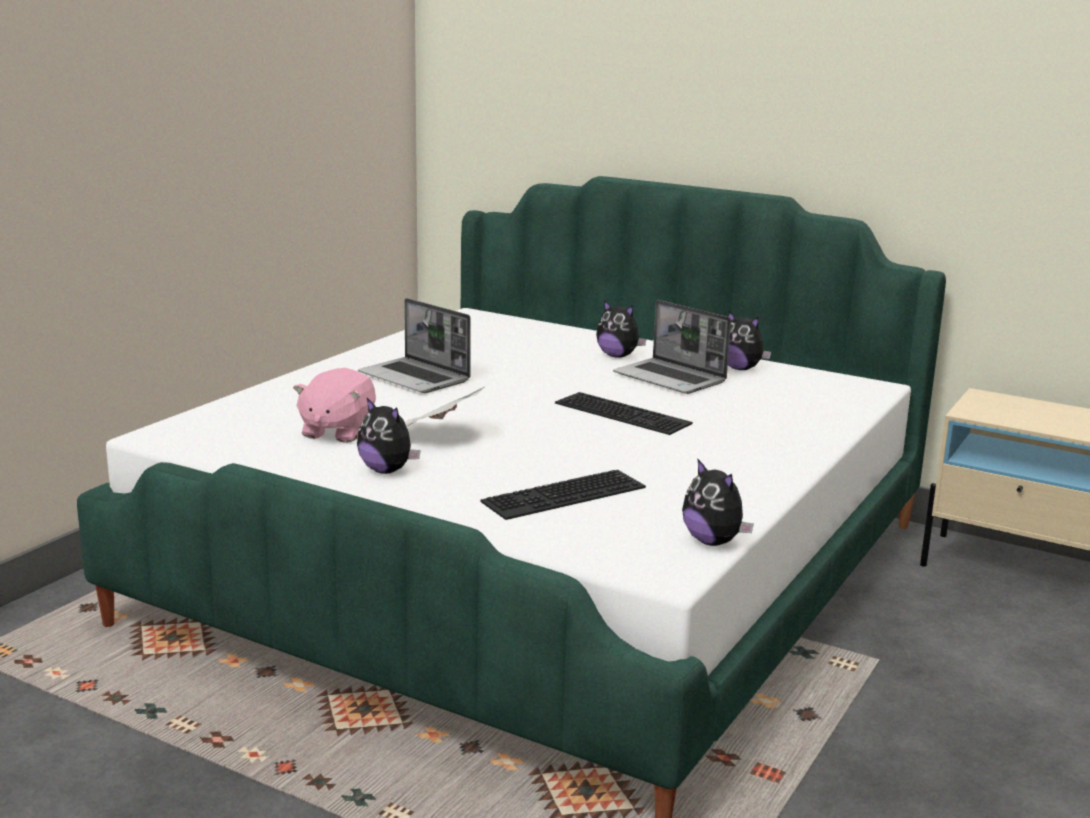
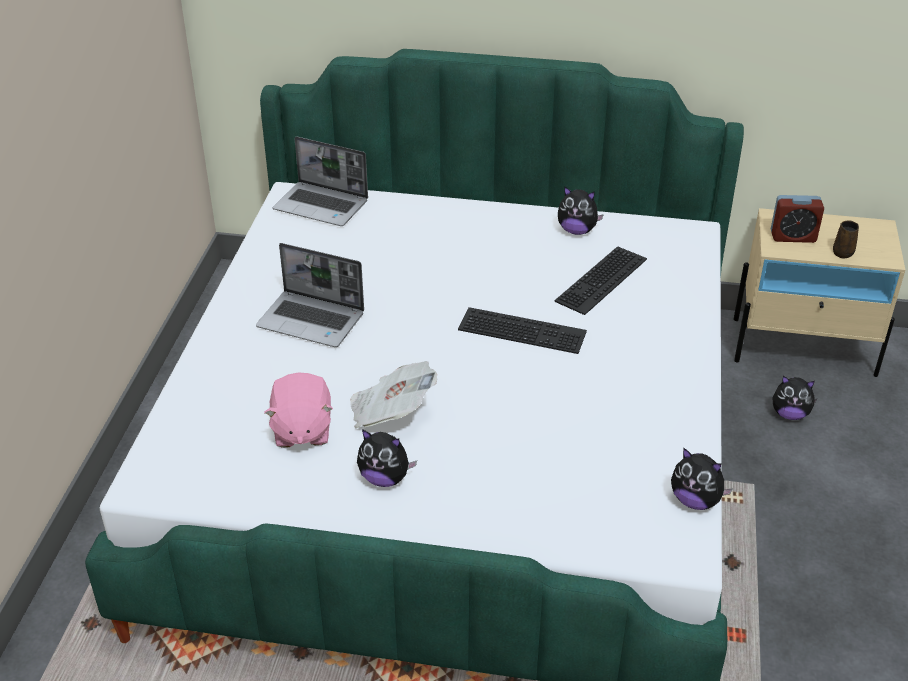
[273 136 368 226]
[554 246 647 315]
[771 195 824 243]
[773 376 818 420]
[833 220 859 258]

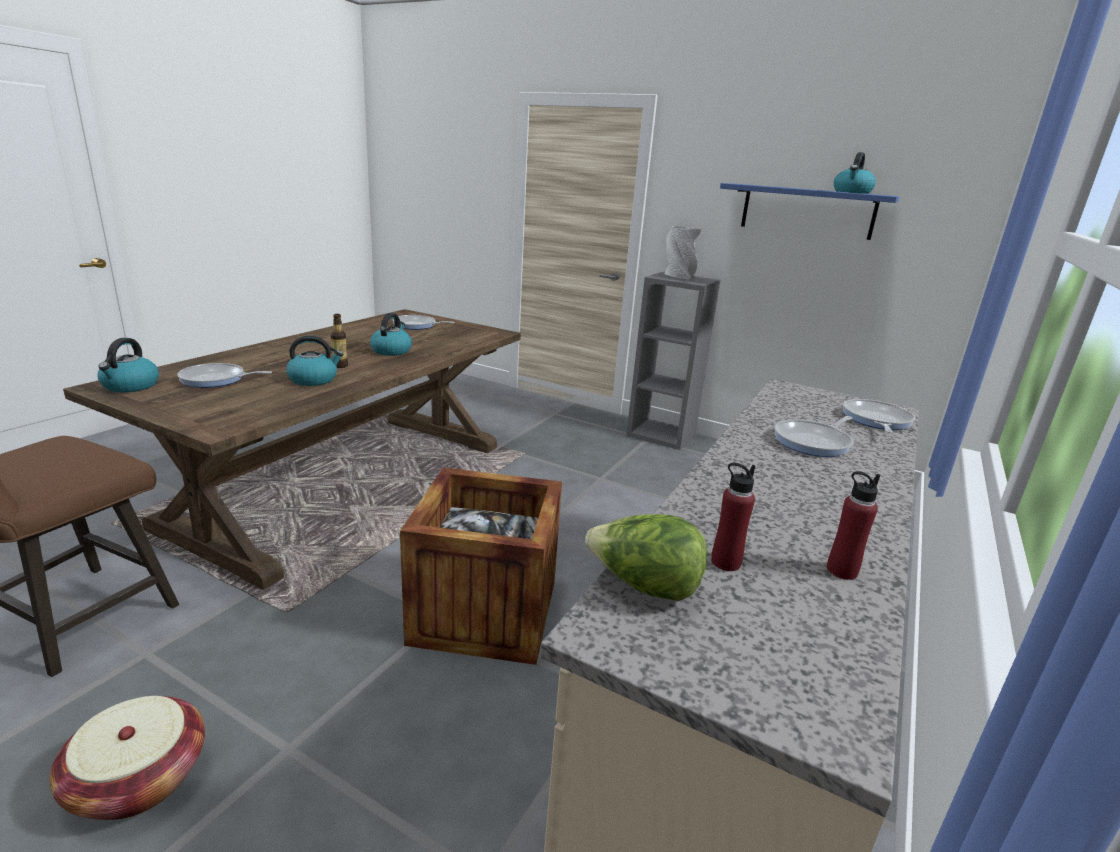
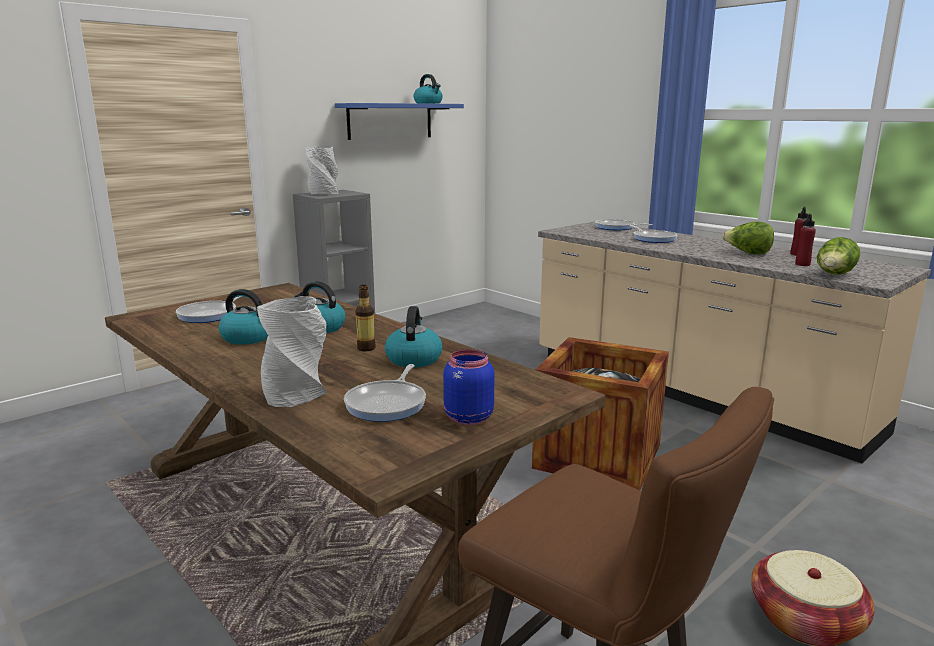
[219 289 268 345]
[257 296 327 407]
[443 349 495 425]
[722 221 774 254]

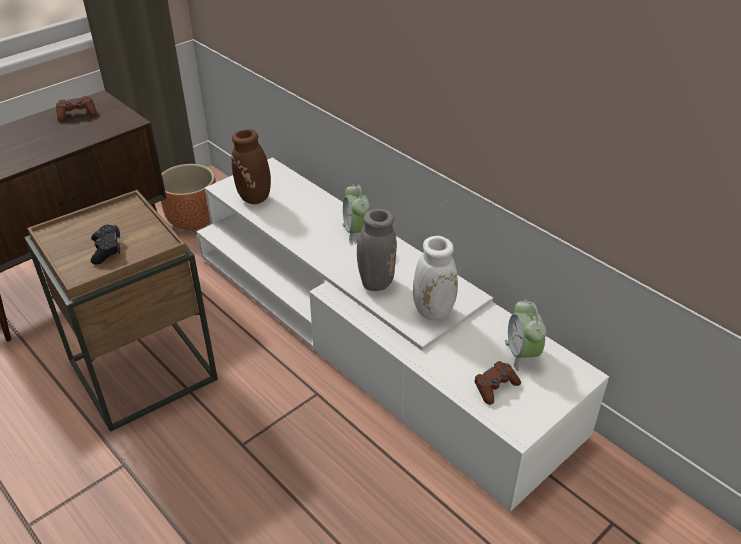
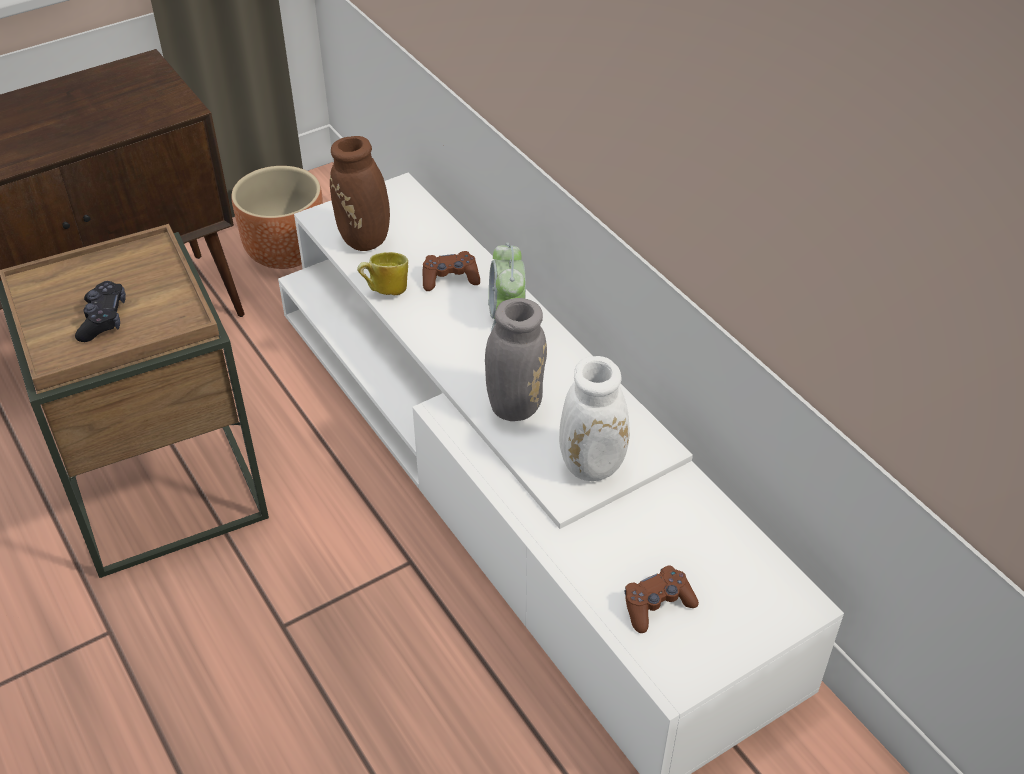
[357 252 408 295]
[422 251 480 291]
[505 299 546 371] (first image)

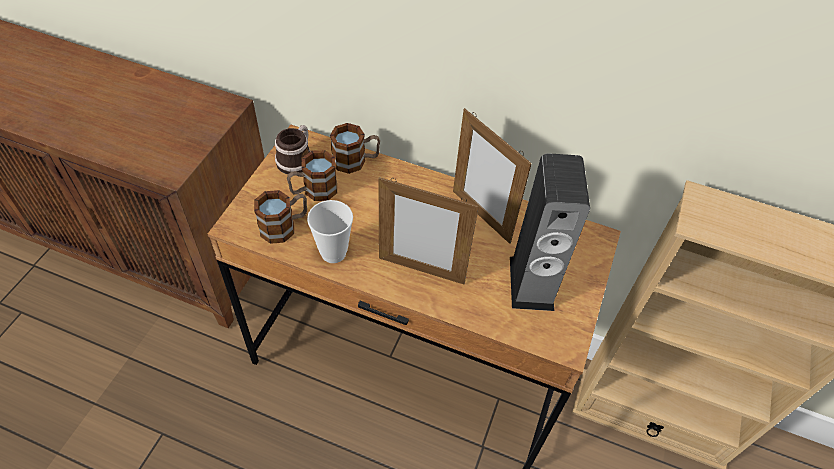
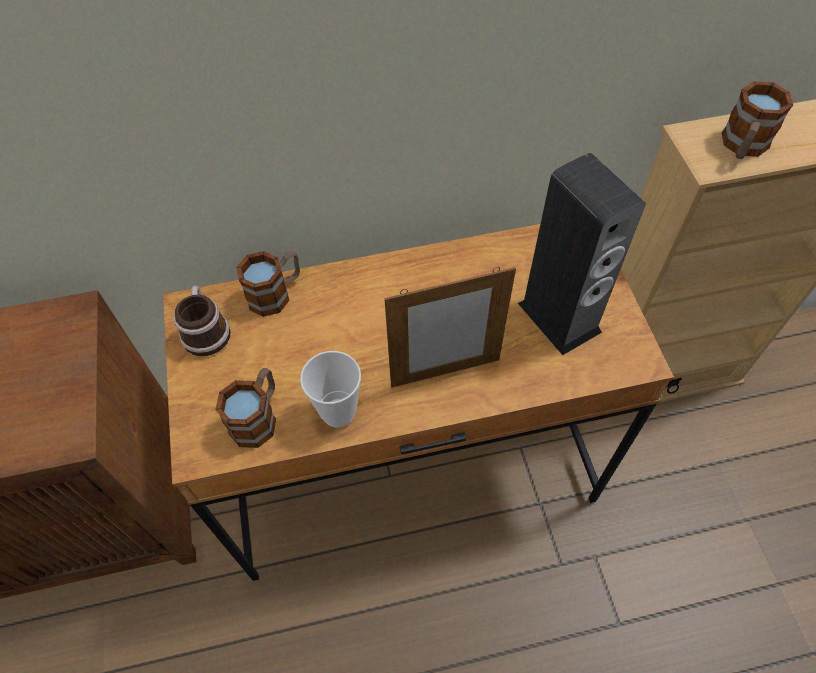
[722 81 793 159]
[453 108 532 244] (first image)

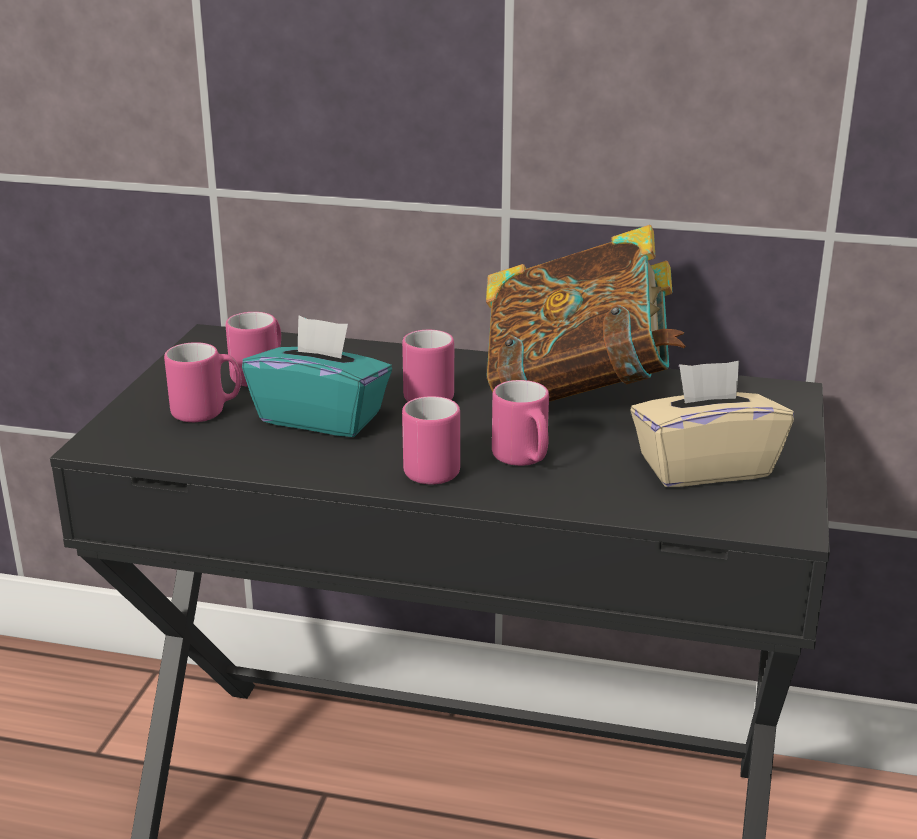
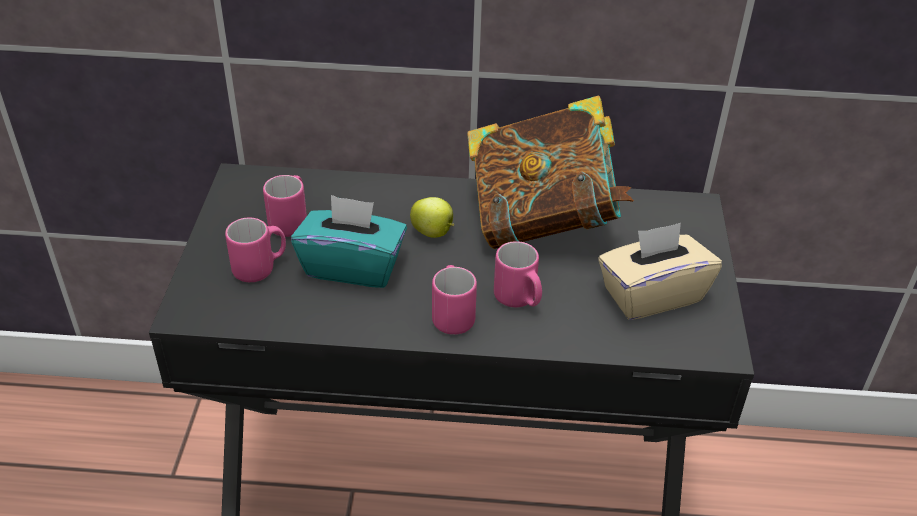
[410 197 454 238]

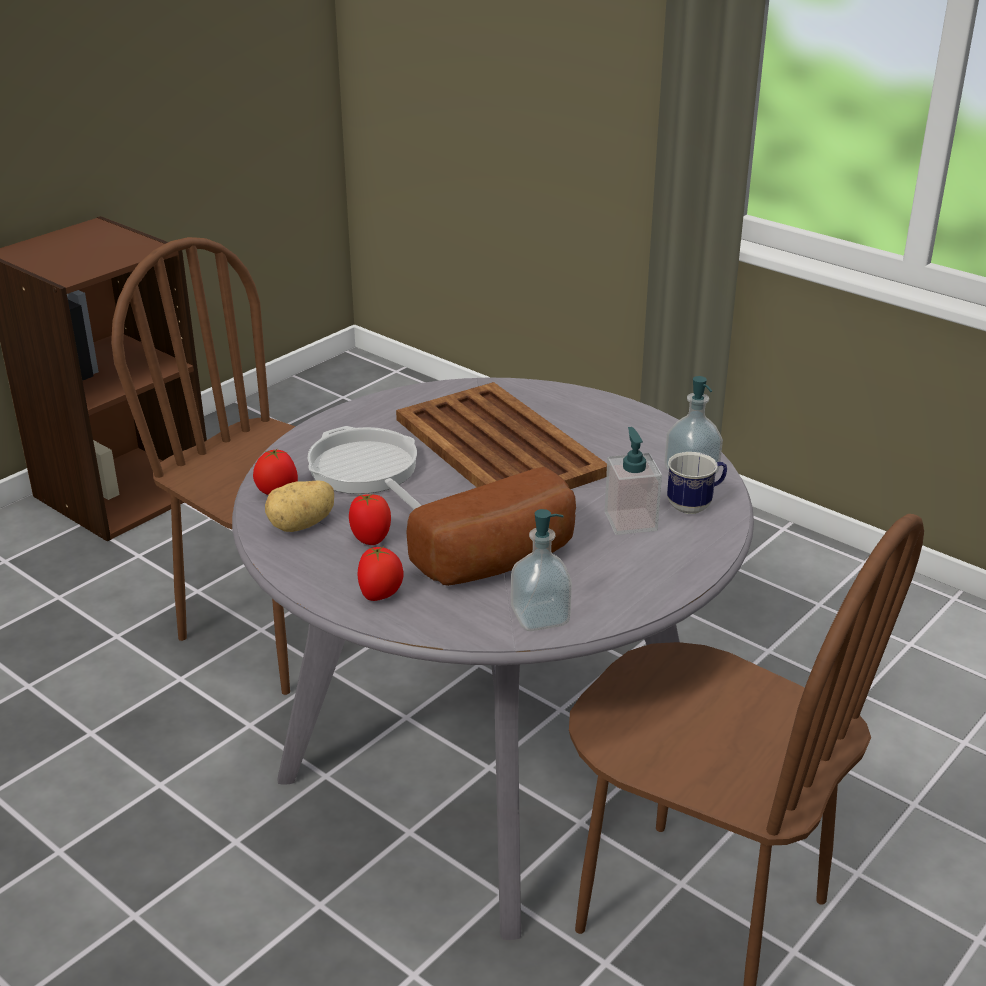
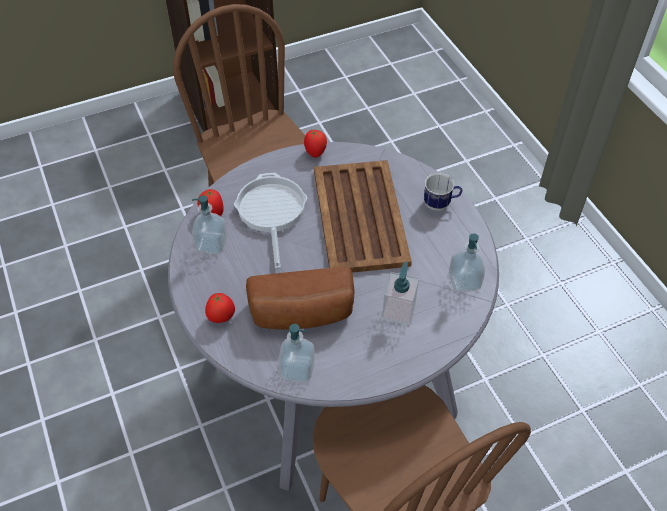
[192 195 227 254]
[304 129 327 158]
[424 173 462 210]

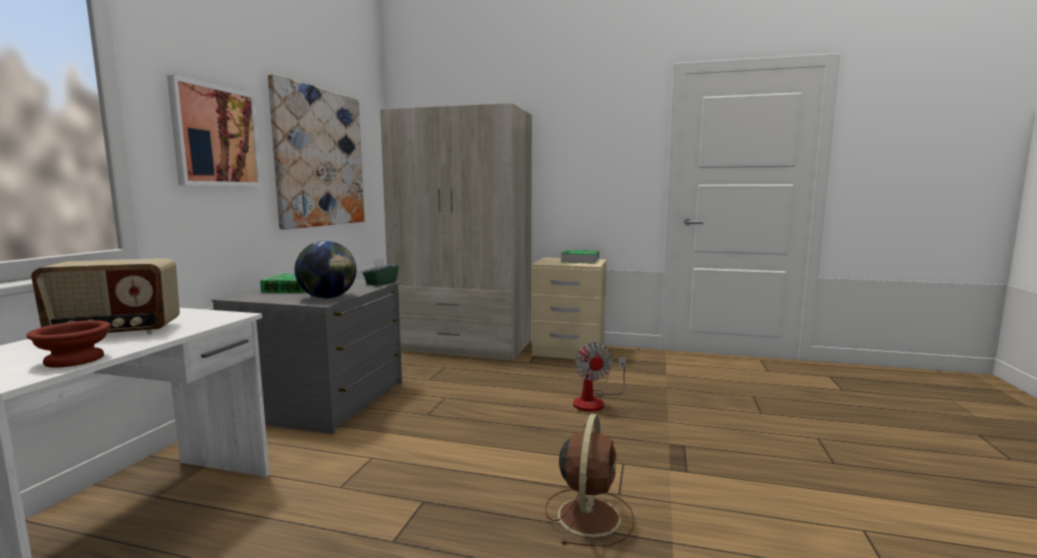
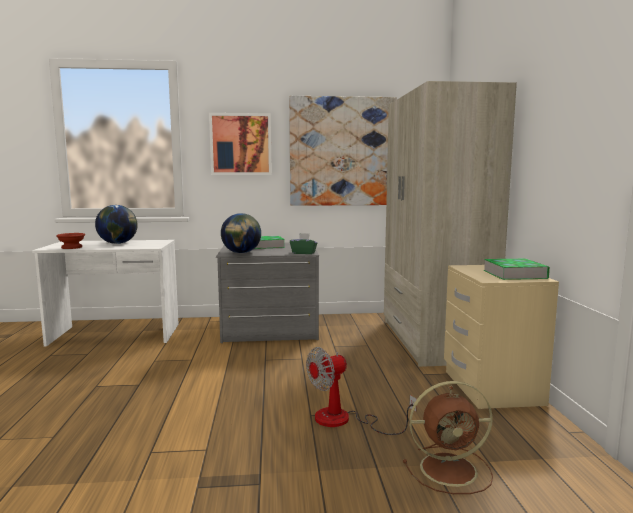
[95 205 138 244]
[403 381 493 494]

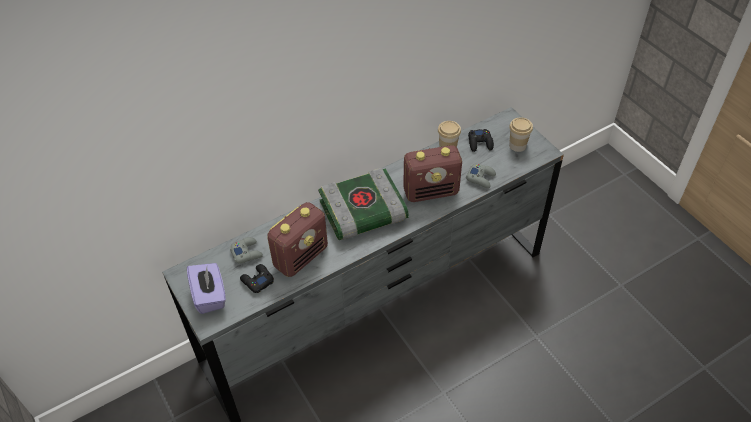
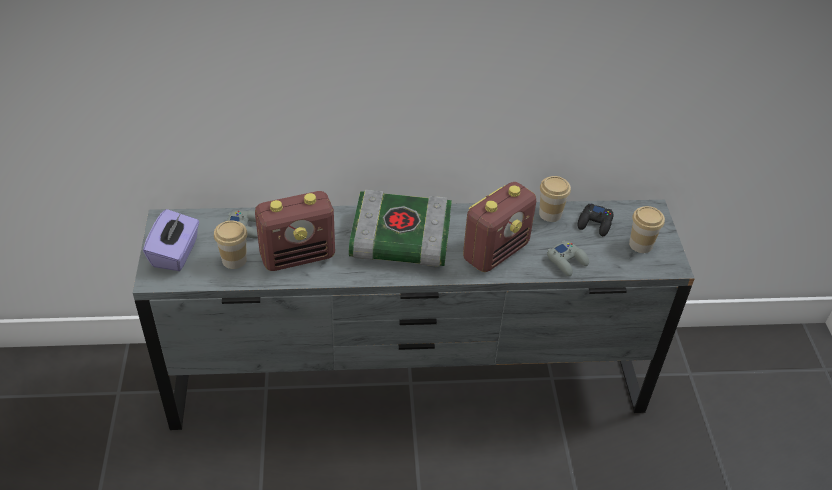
[214 220 247 269]
[463 182 536 272]

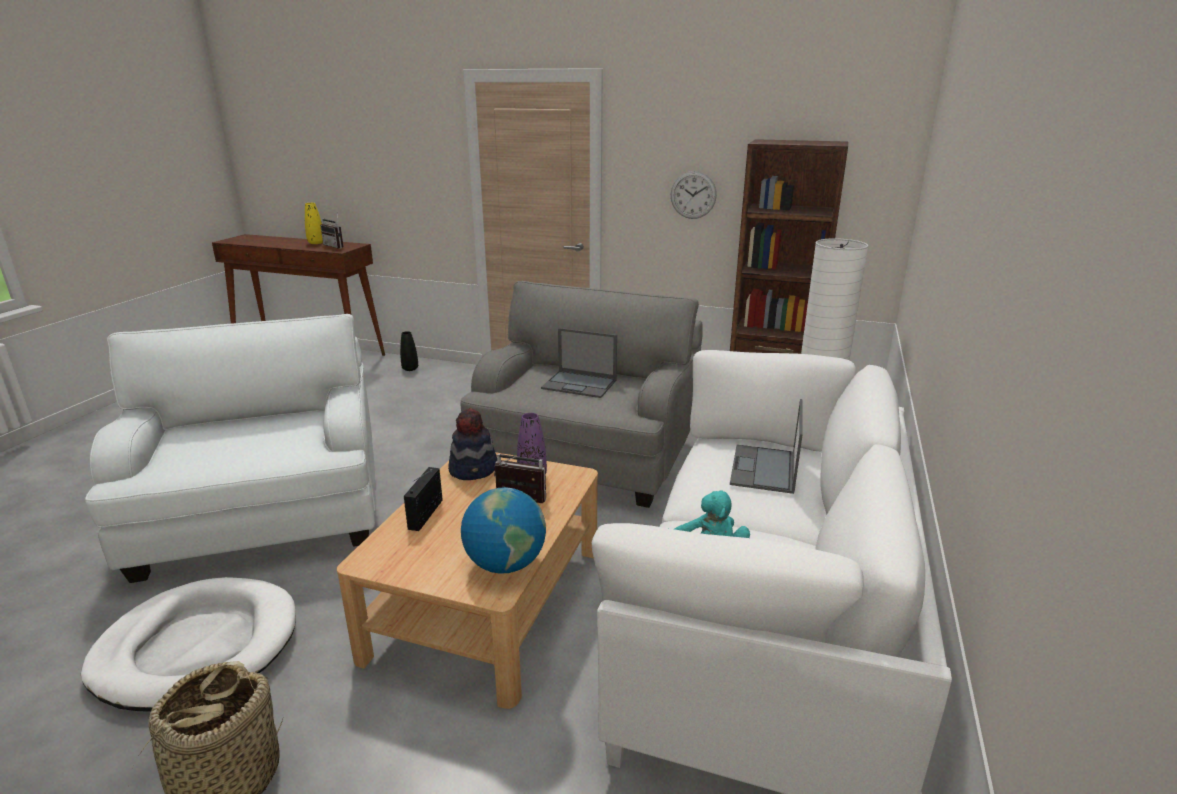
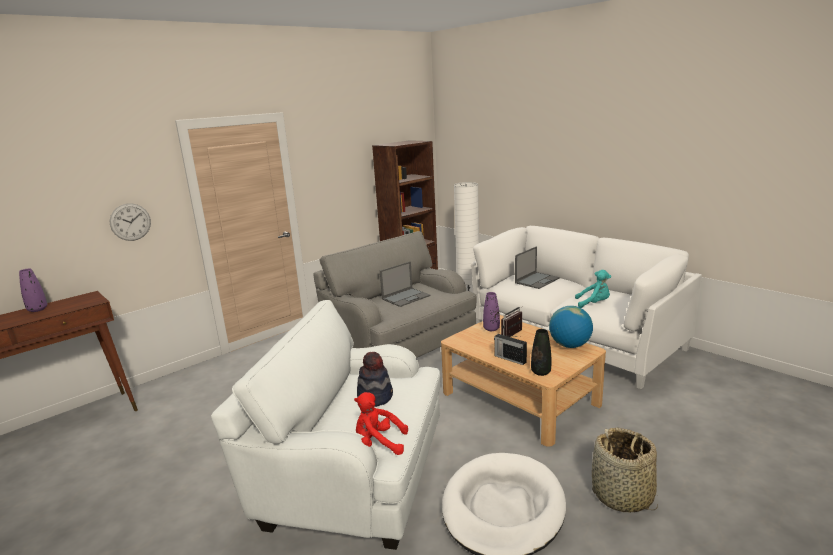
[19 268 47 312]
[110 203 151 241]
[354 392 408 455]
[357 351 393 407]
[515 246 560 289]
[531 329 551 376]
[320 213 344 249] (first image)

